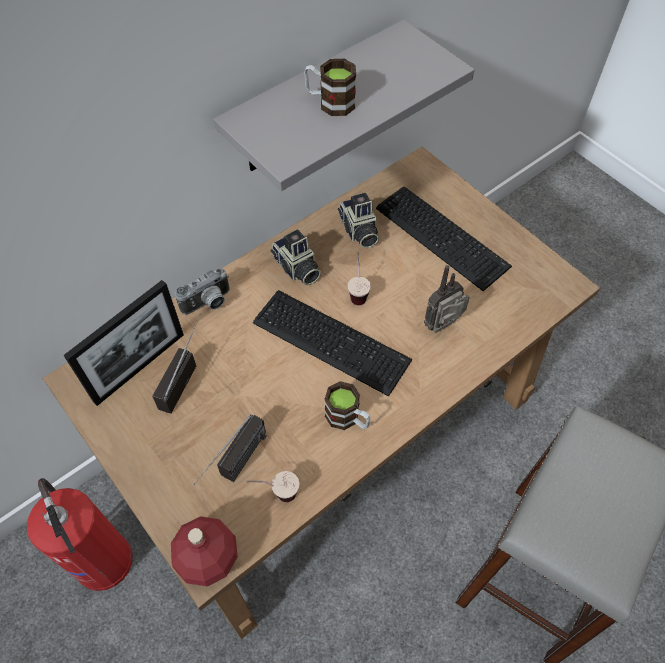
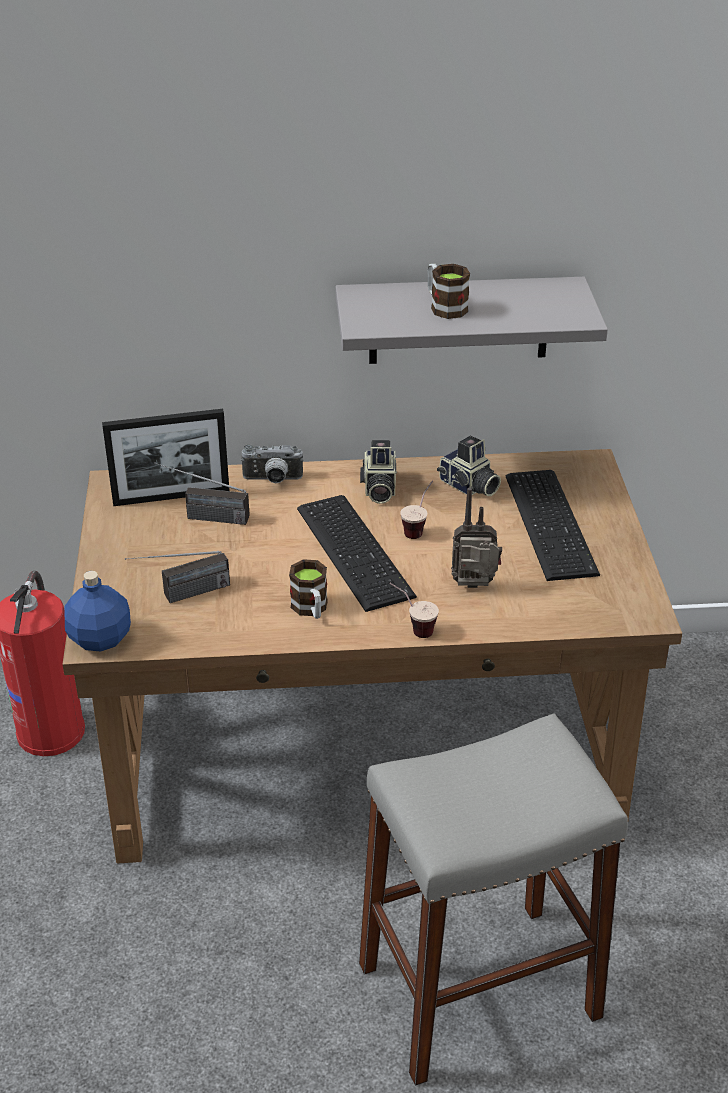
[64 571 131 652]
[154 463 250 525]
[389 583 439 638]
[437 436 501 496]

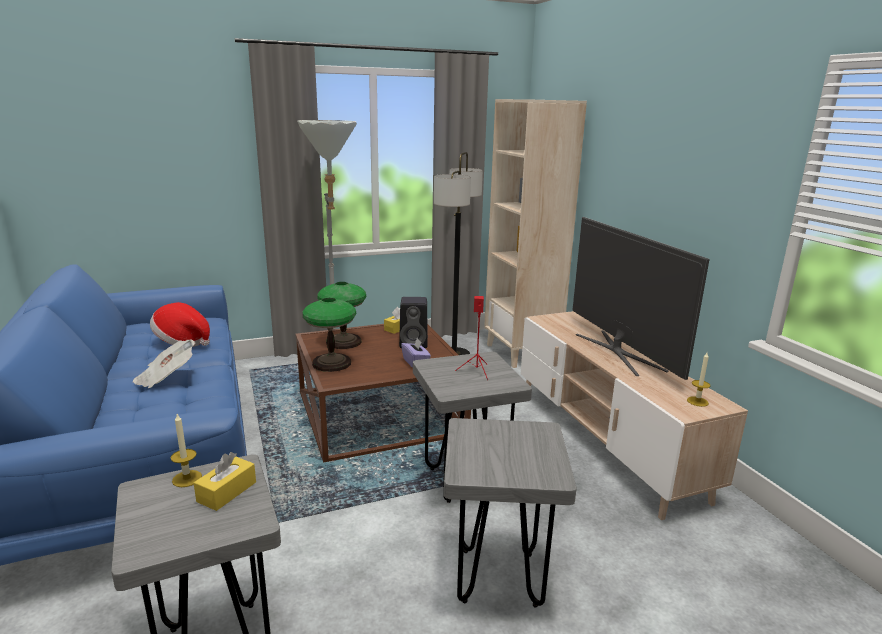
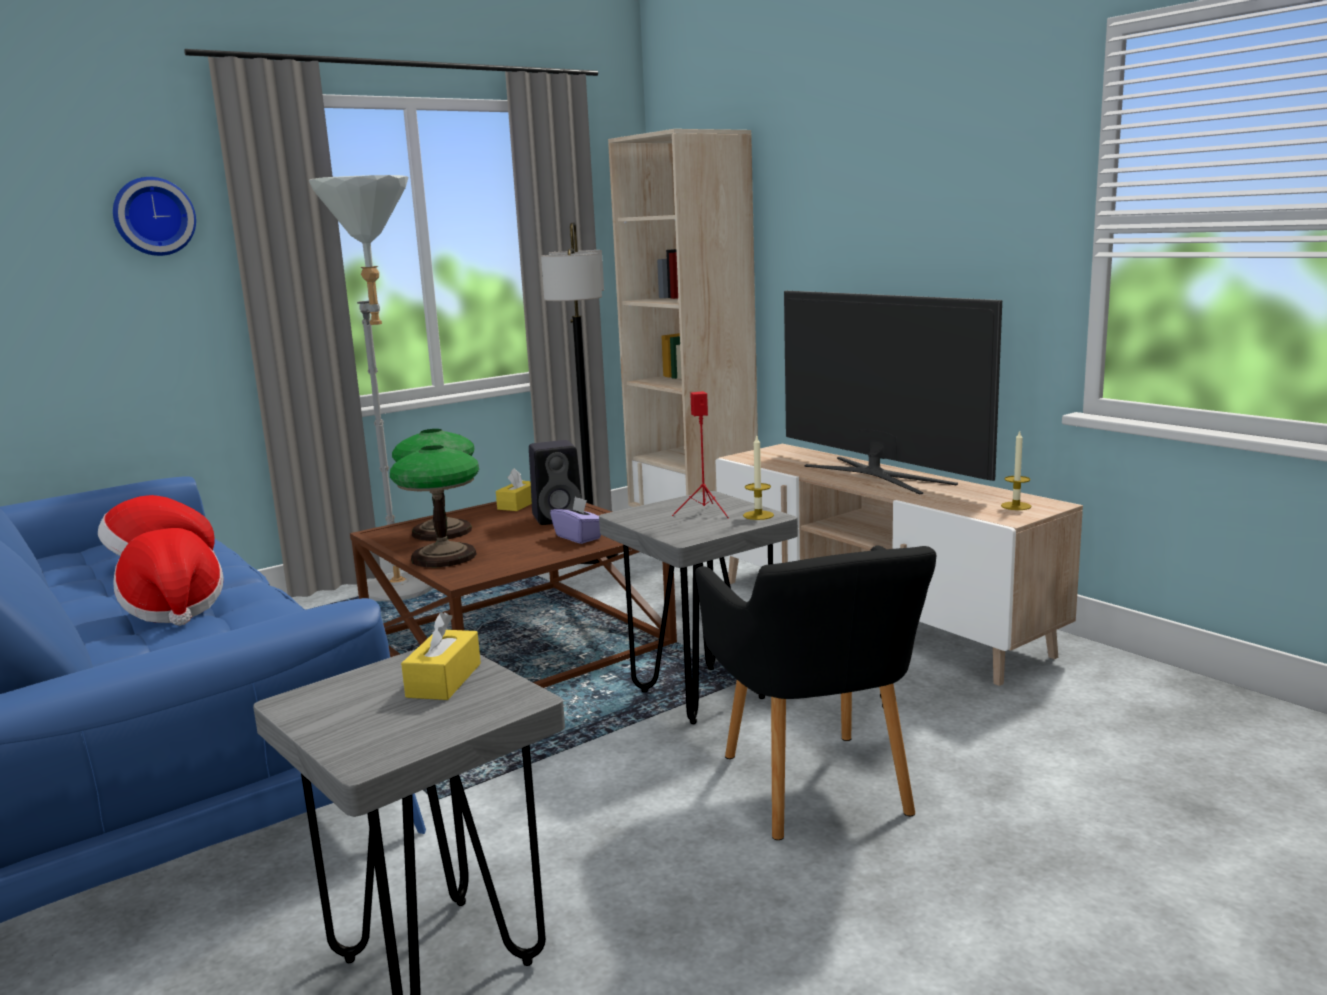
[113 177 196 256]
[113 528 223 626]
[695 546 936 840]
[743 434 774 520]

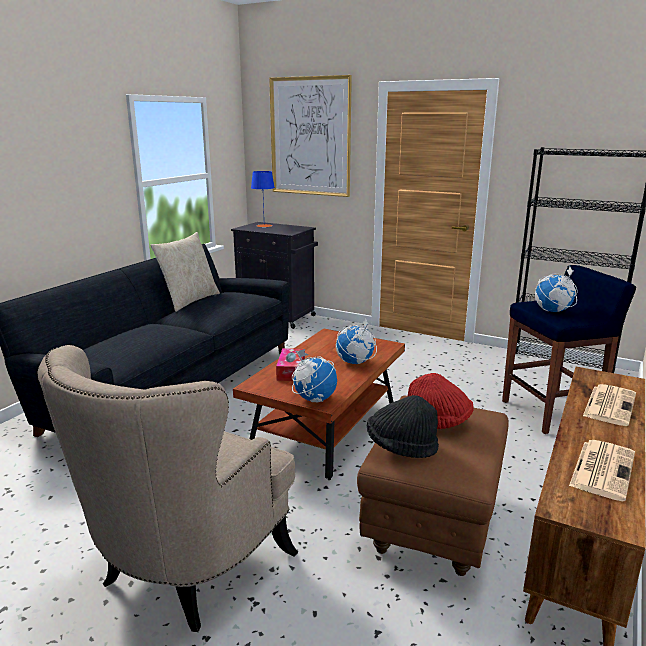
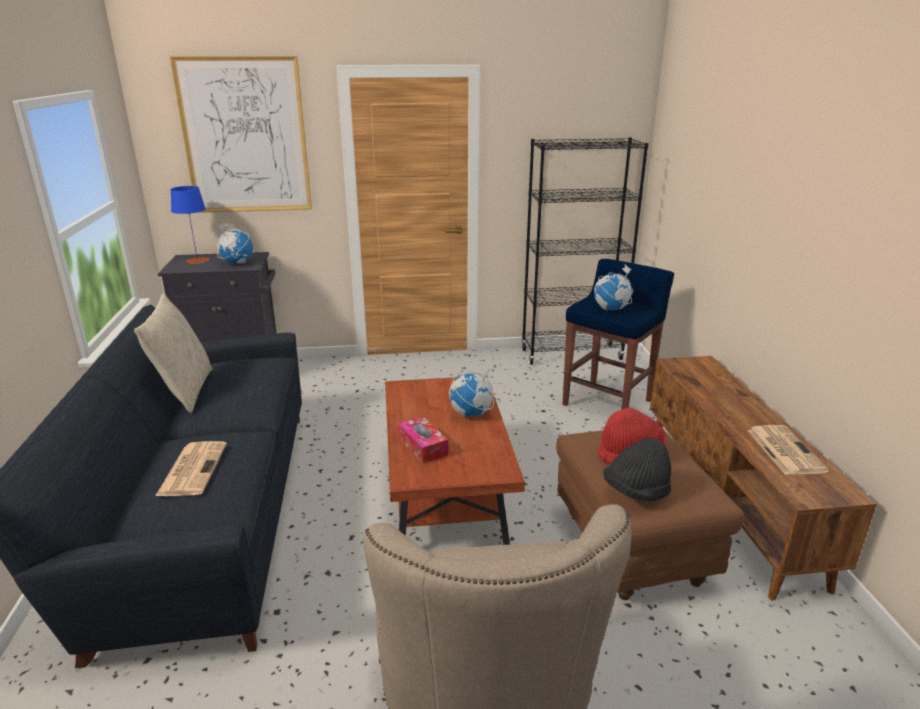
[156 441 227 496]
[216 223 253 264]

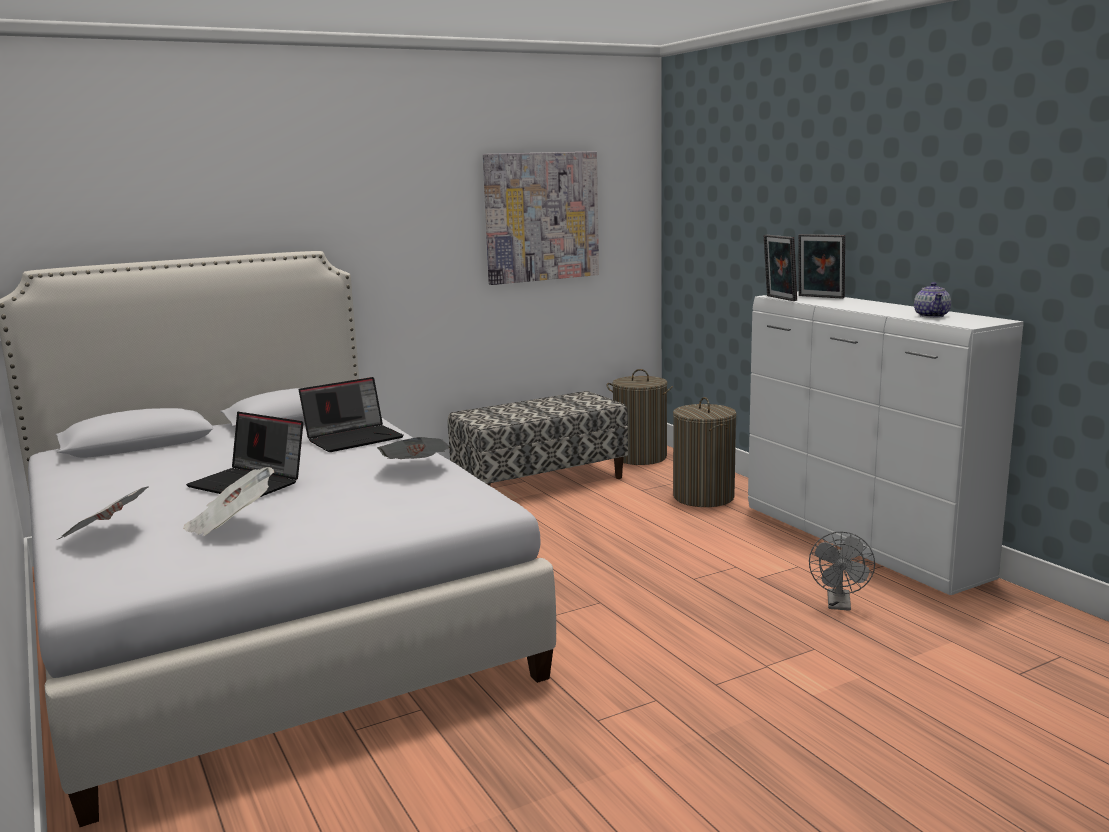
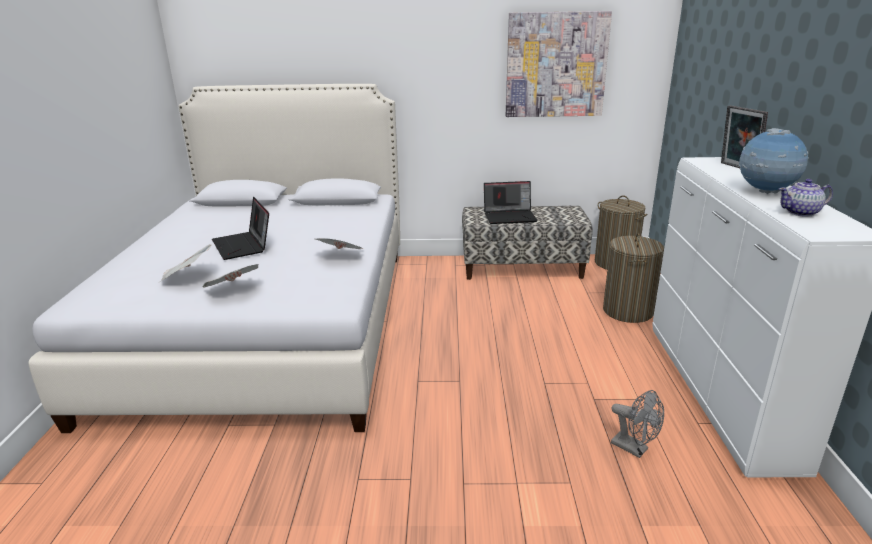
[202 264 259 288]
[484 181 538 224]
[611 390 664 458]
[739 128 809 194]
[779 179 833 217]
[764 235 797 301] (first image)

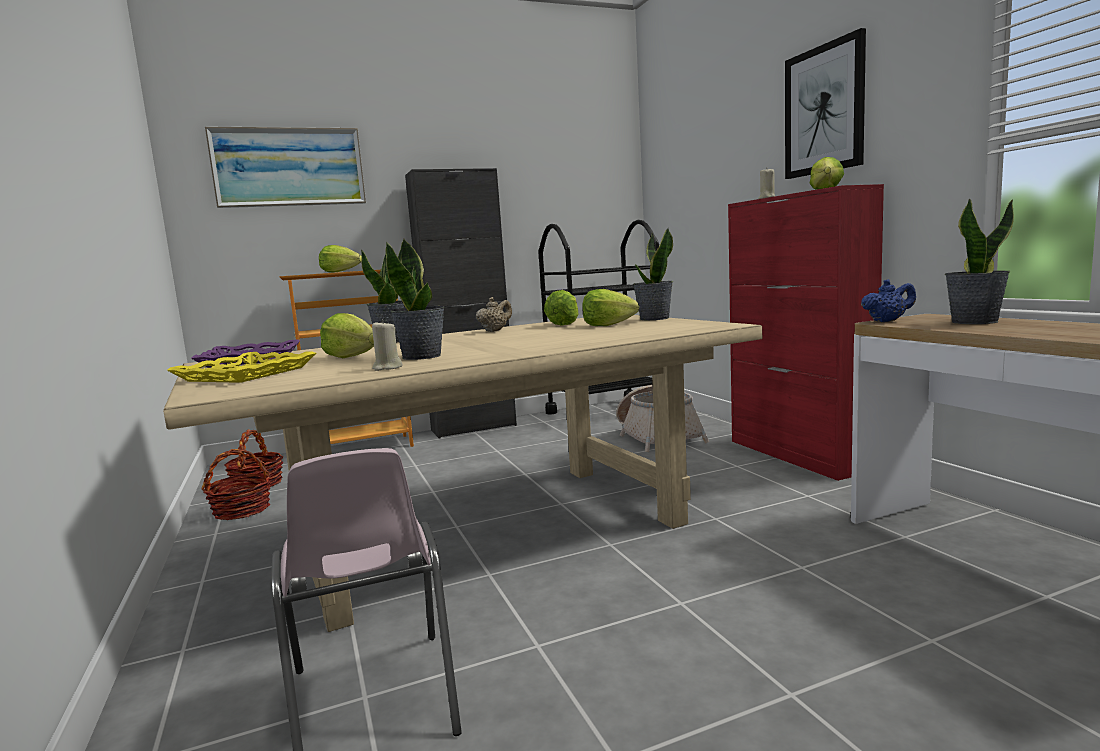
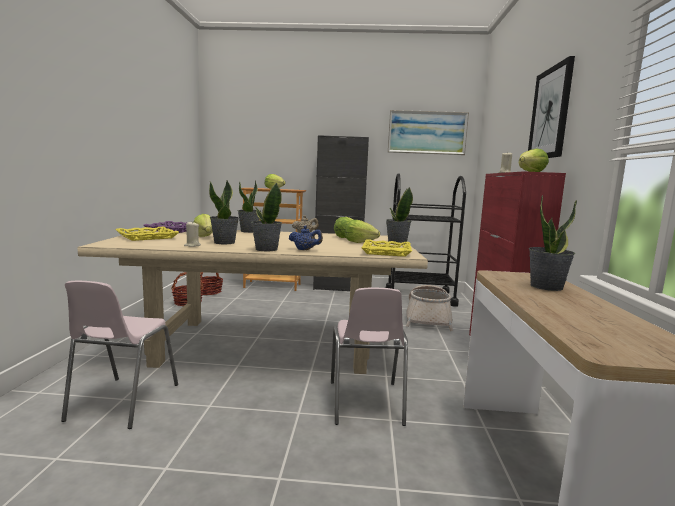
[251 182 282 251]
[289 225 323 250]
[331 288 408 426]
[361 239 412 257]
[387 110 469 155]

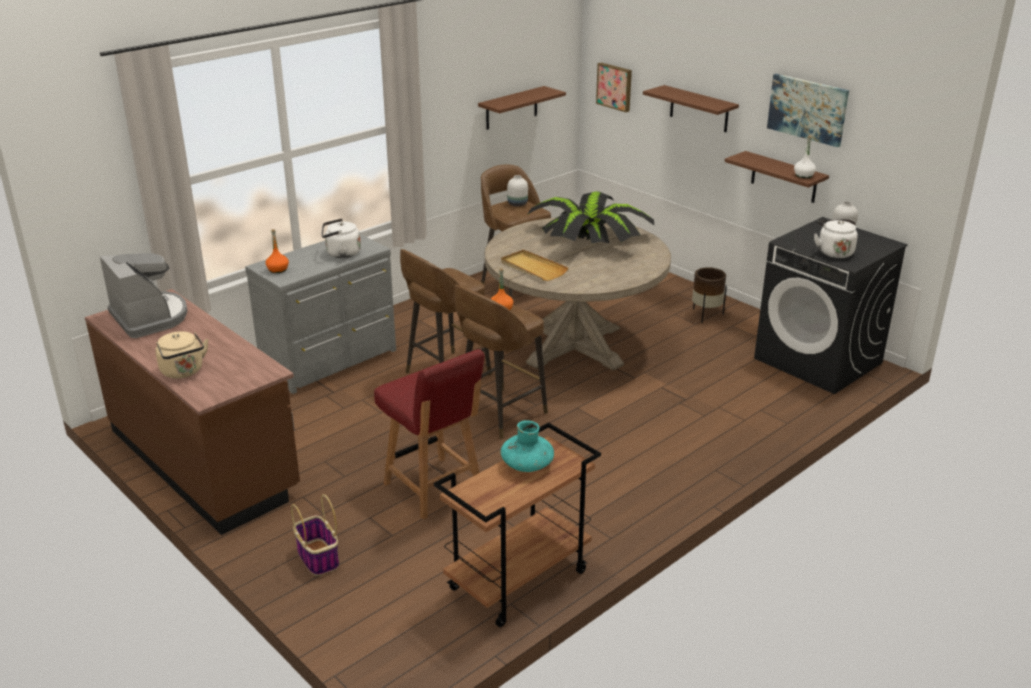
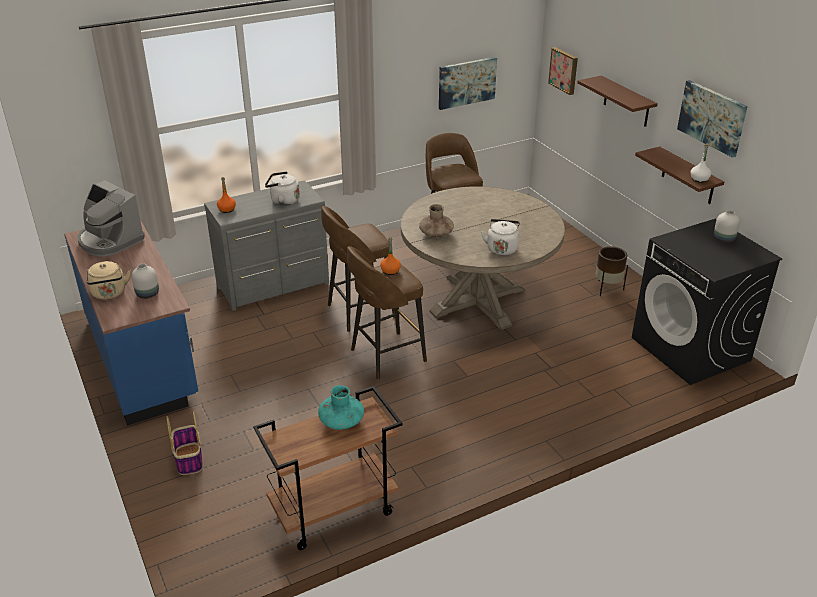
[64 220 198 426]
[77 180 145 257]
[132 264 159 299]
[419 204 454 238]
[439 57 497 110]
[481 219 520 255]
[374 349 485 519] (first image)
[527 191 654 243] (first image)

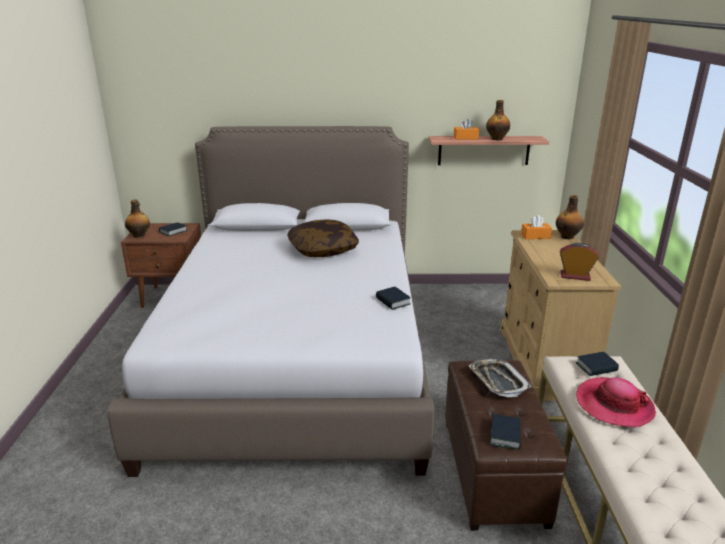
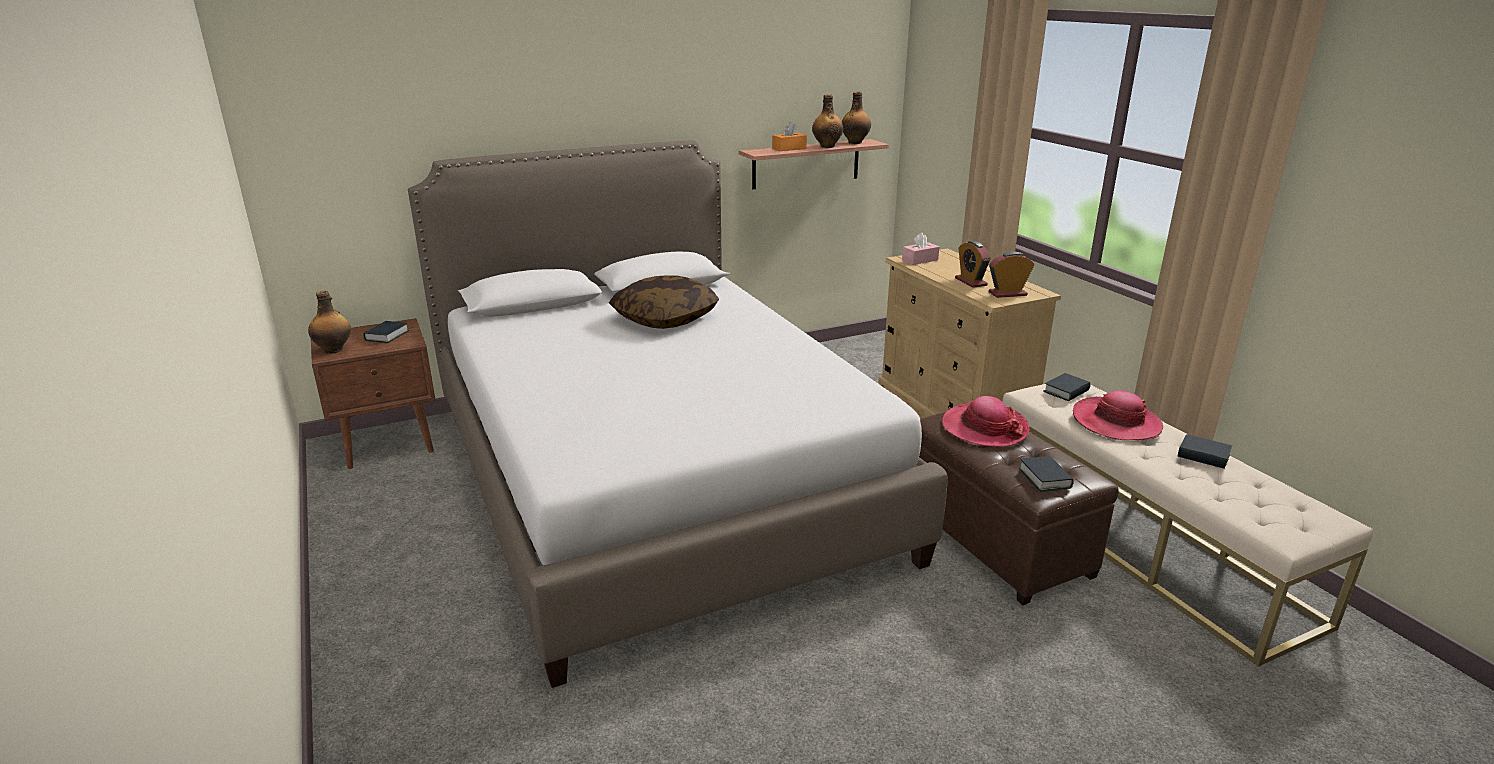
[842 92 871 144]
[902 233 939 265]
[942 396 1030 447]
[955 241 991 288]
[1178 434 1232 469]

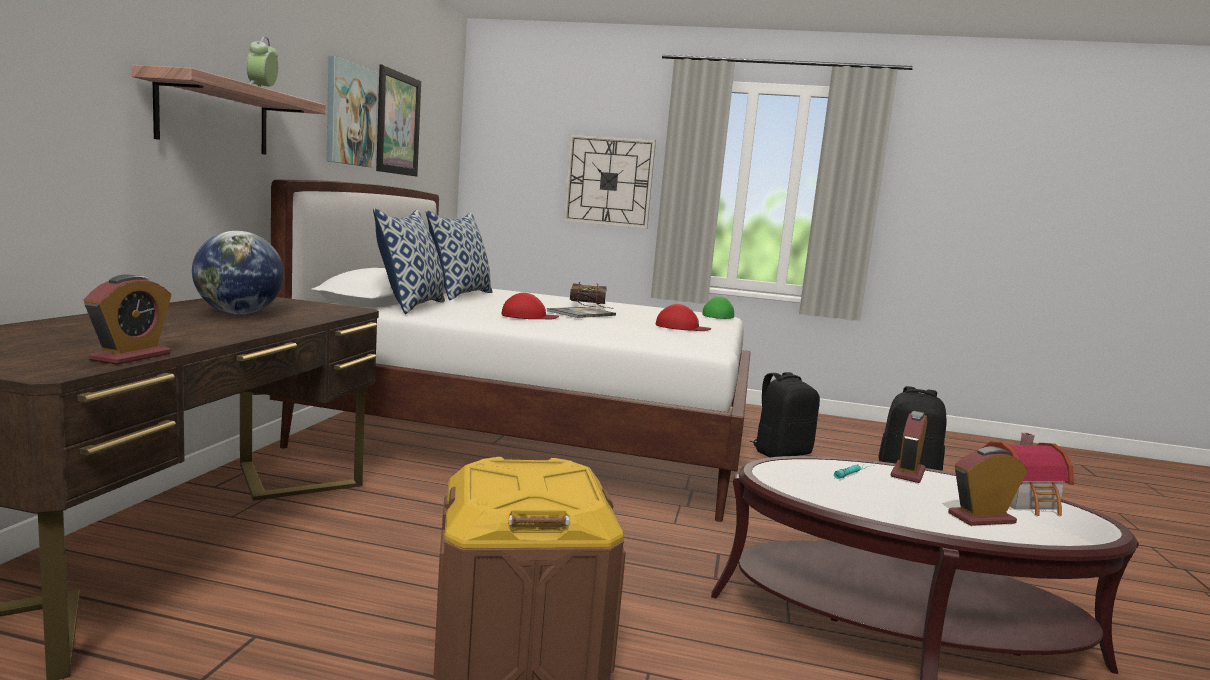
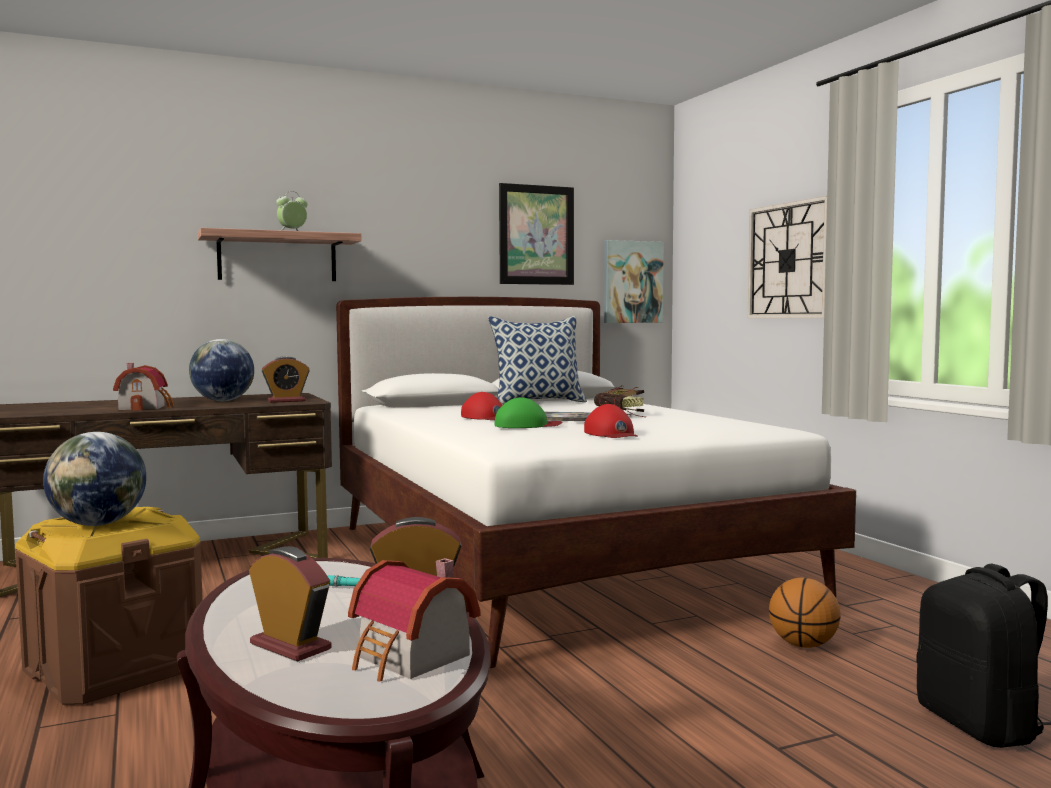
[43 432 146 526]
[113 363 174 411]
[262 356 310 403]
[494 398 562 428]
[604 240 664 323]
[769 578 840 648]
[373 209 445 314] (first image)

